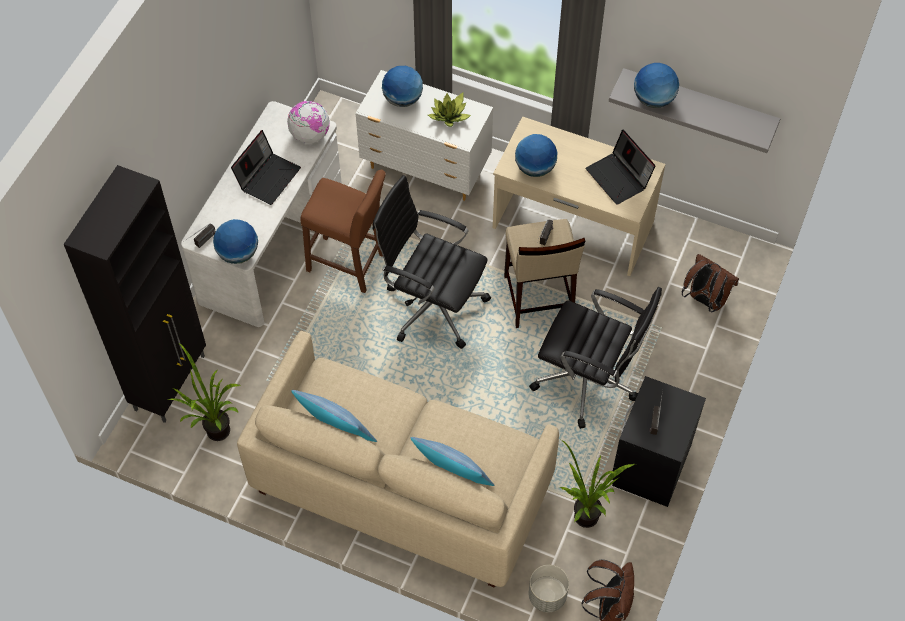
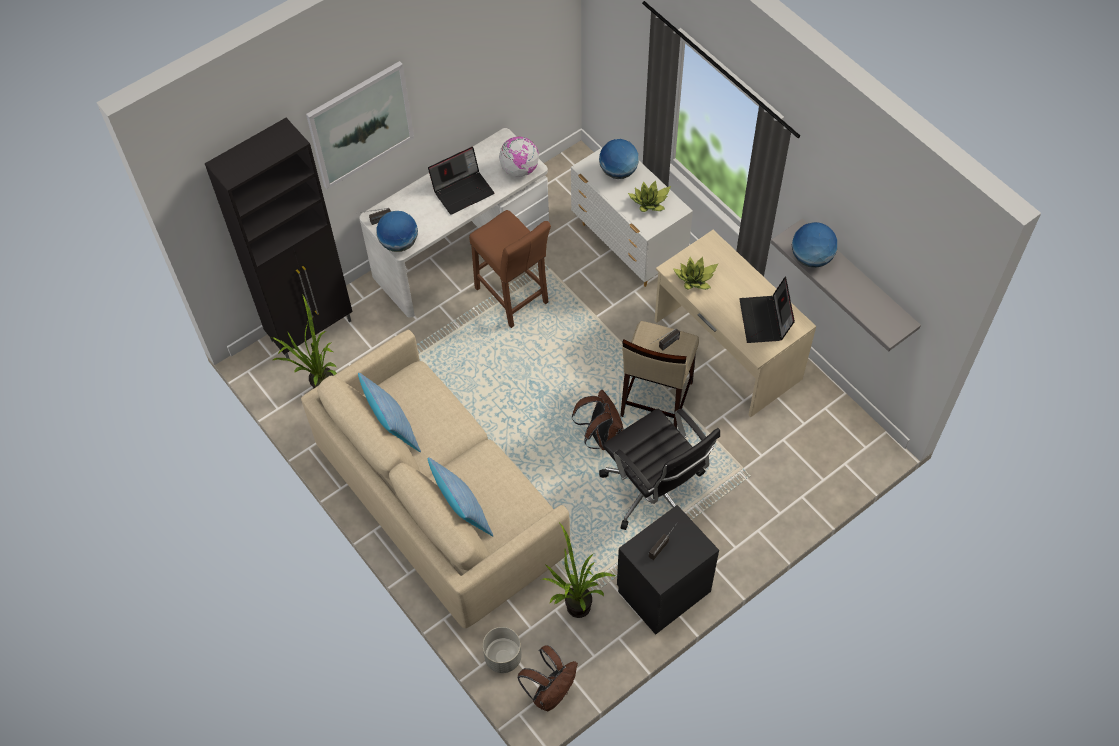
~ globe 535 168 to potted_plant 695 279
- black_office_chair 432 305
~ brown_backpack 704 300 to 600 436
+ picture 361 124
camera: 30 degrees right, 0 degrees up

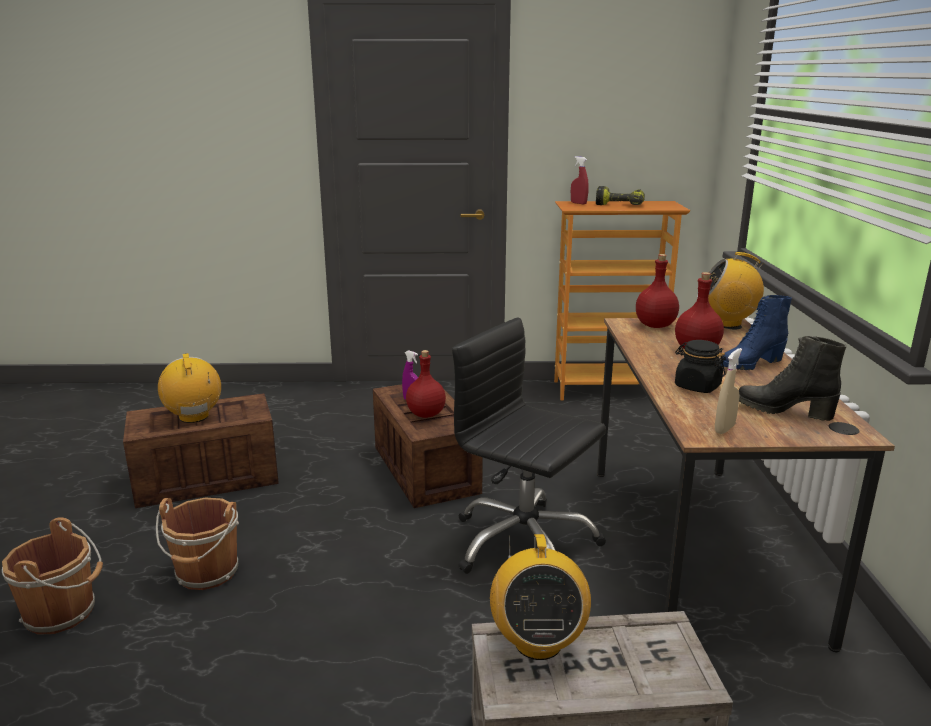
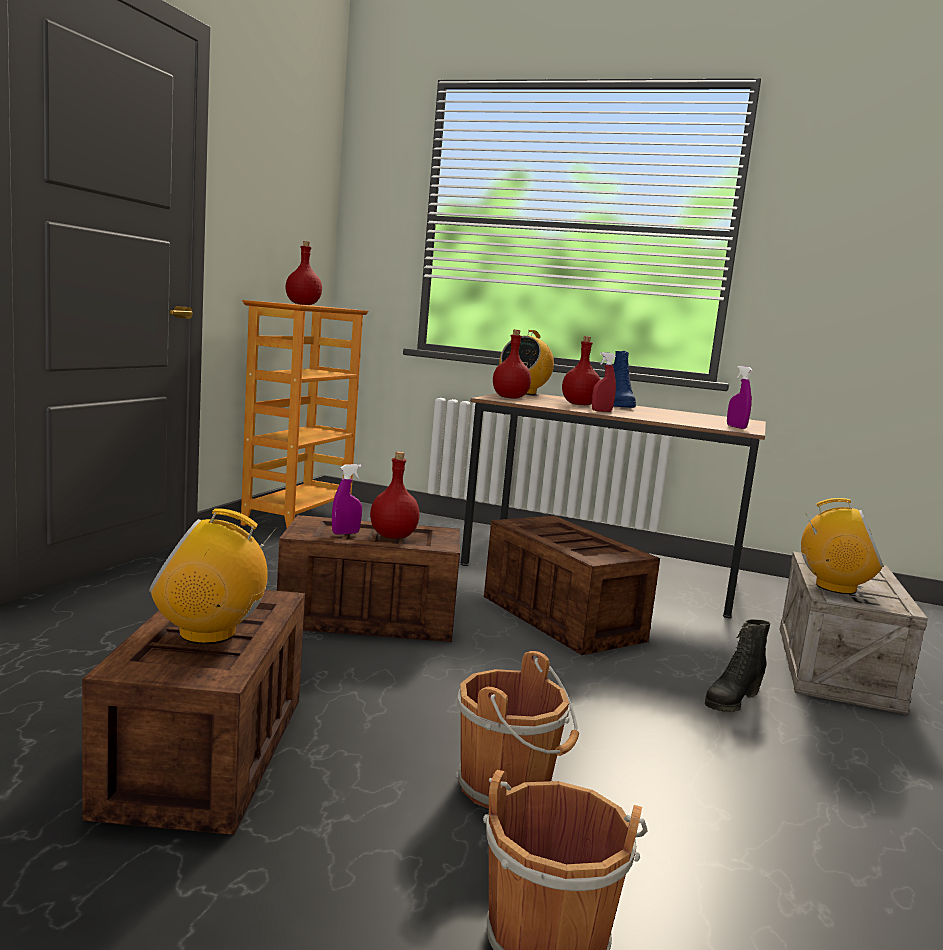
~ red_spray_bottle 578 203 to 601 411
~ power_drill 620 204 to red_bottle 303 304
~ black_office_chair 524 544 to crate 559 617
~ black_boot 783 410 to 731 701
- black_jar 697 386
~ beige_spray_bottle 724 429 to purple_spray_bottle 736 427
camera: 70 degrees left, 10 degrees down

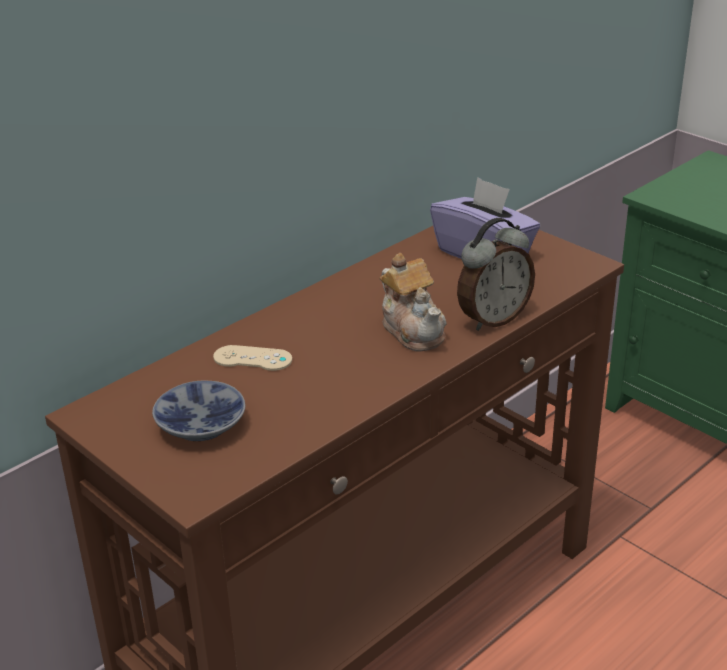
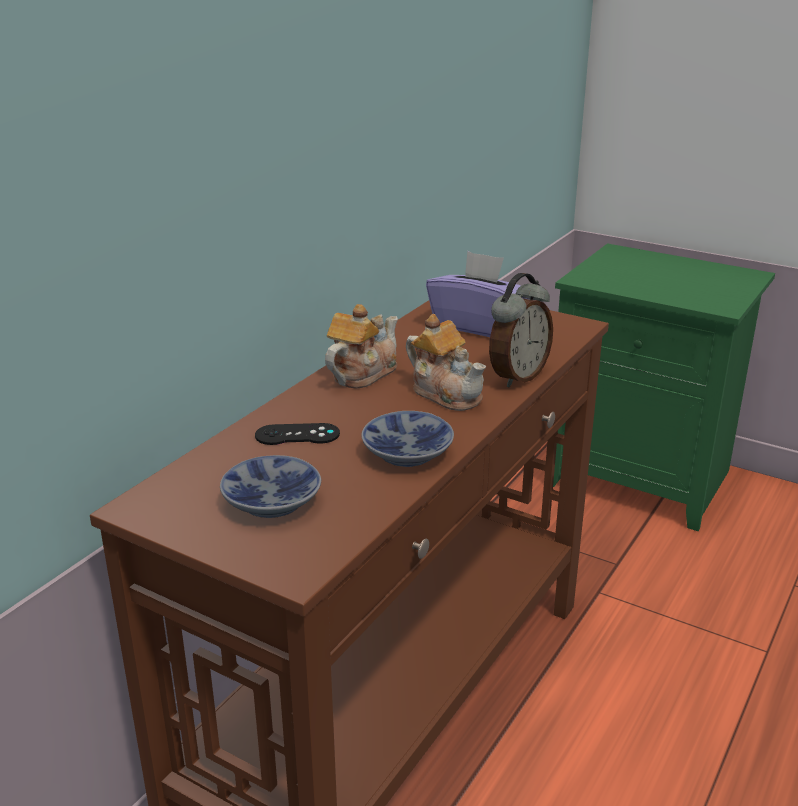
~ beige_game_controller 252 358 to black_game_controller 297 435
+ teapot 361 373
+ bowl 407 451
camera: 15 degrees left, 5 degrees down

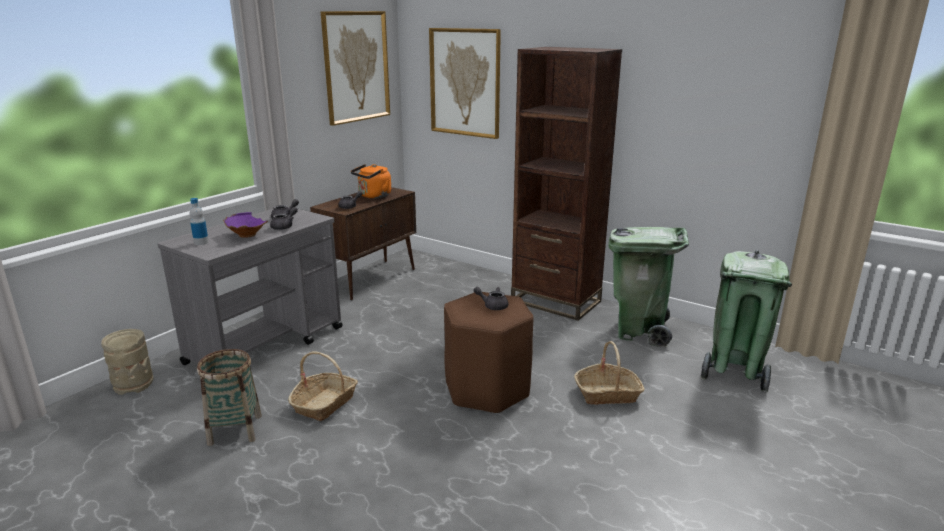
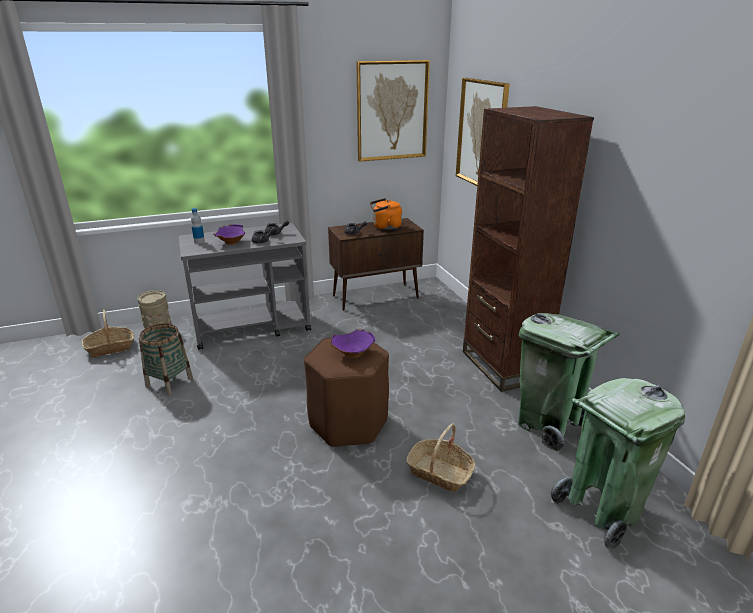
~ grey_teapot 492 306 to purple_bowl 352 353
~ basket 325 403 to 110 347
camera: 35 degrees right, 5 degrees up

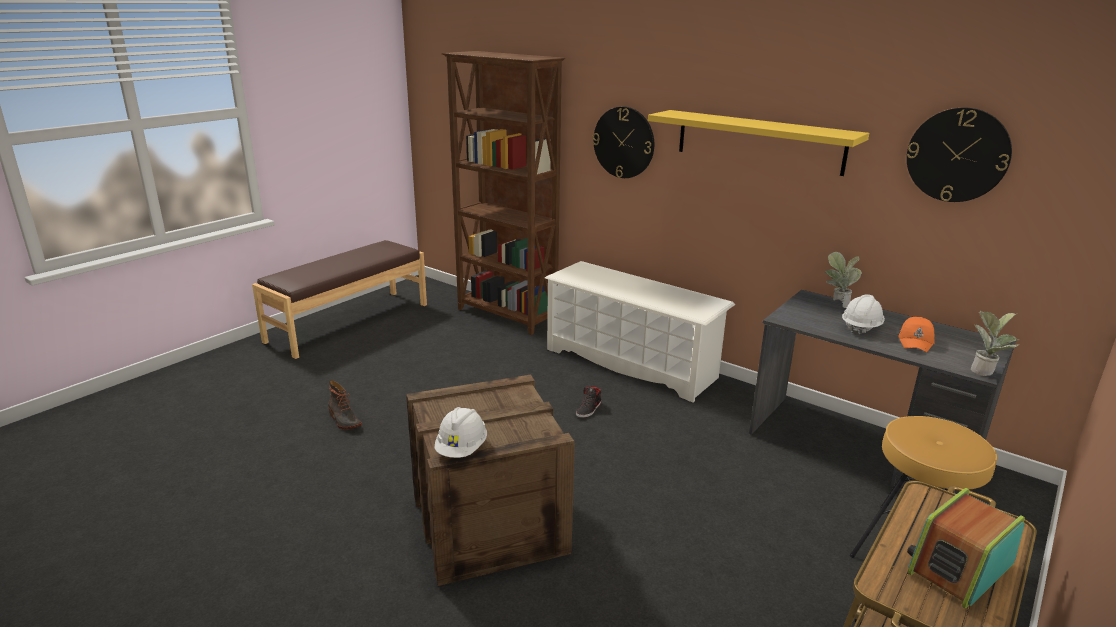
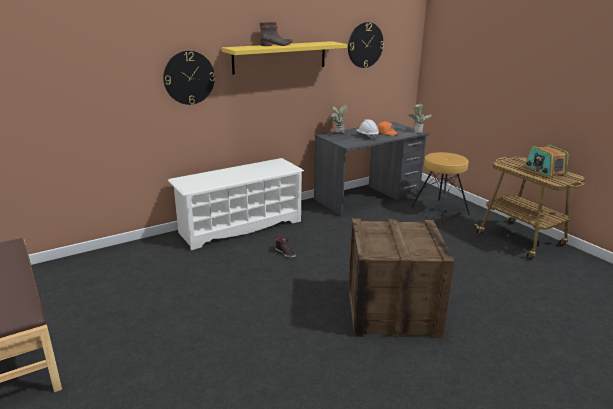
- brown_bookcase 506 316
~ boot 344 420 to 276 45
- white_hard_hat 462 449
camera: 70 degrees left, 0 degrees up

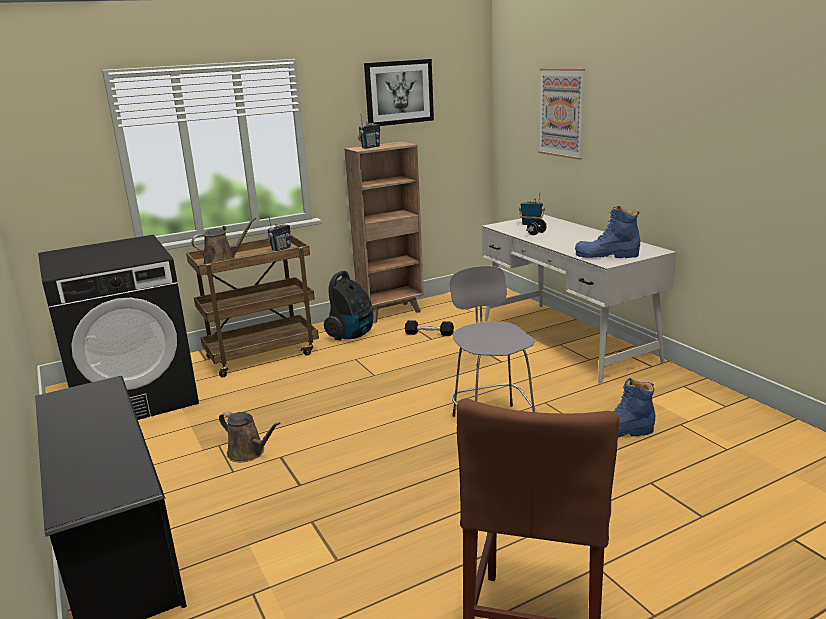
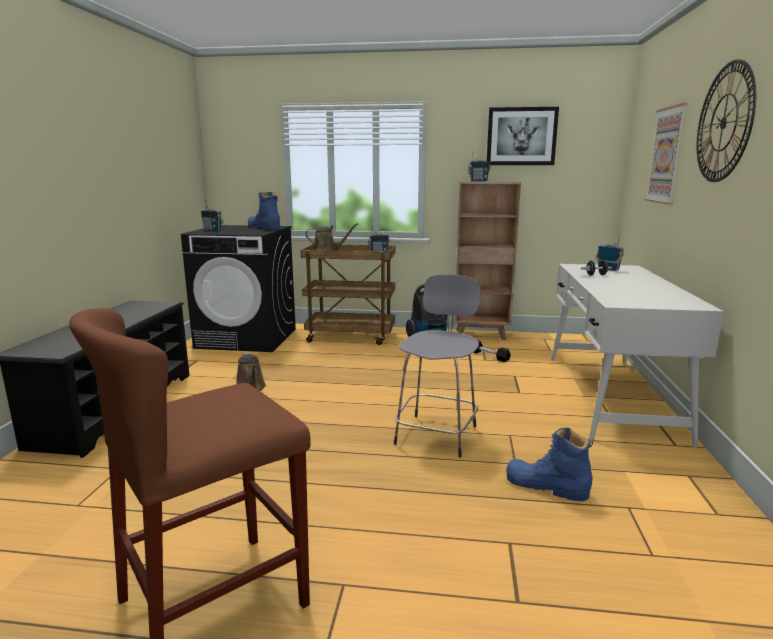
~ blue_boot 606 255 to 264 227
+ wall_clock 724 123
+ radio 212 230
camera: 35 degrees right, 5 degrees down

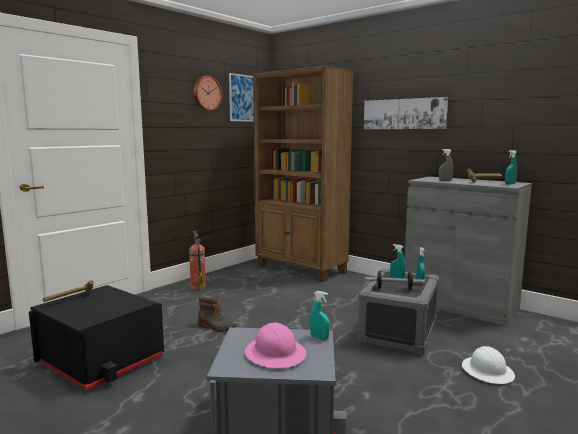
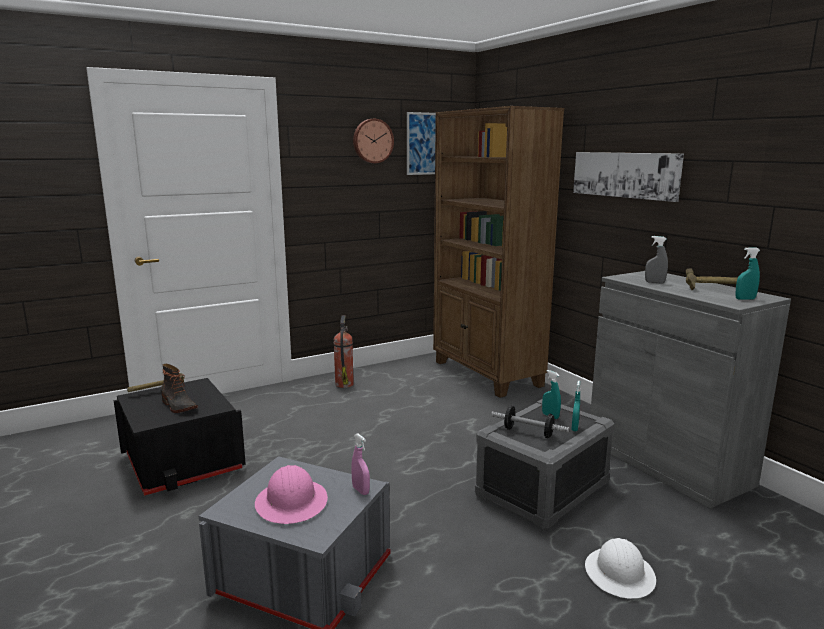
~ turquoise_spray_bottle 319 338 to pink_spray_bottle 360 490
~ boot 216 327 to 178 406
camera: 20 degrees right, 5 degrees up

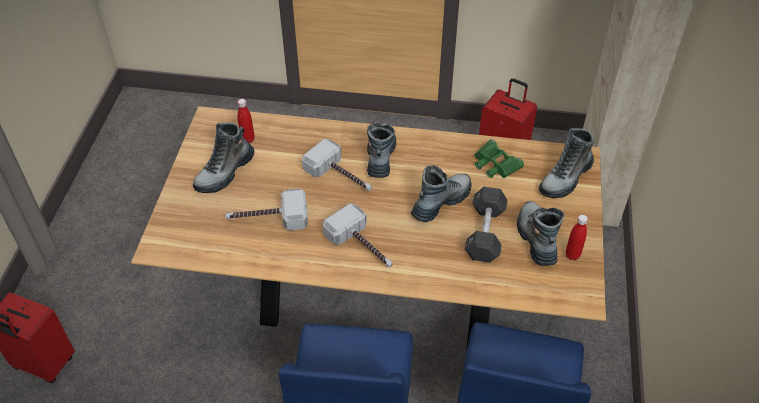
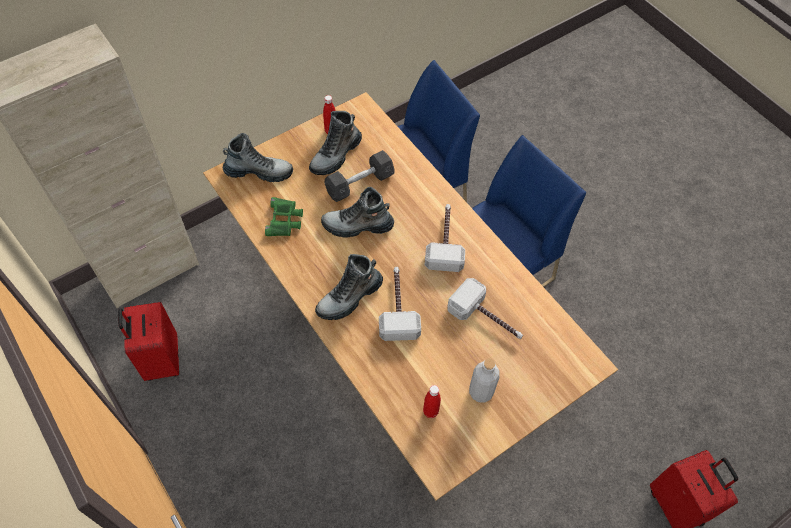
~ boot 225 173 to grey_bottle 481 392
camera: 135 degrees left, 10 degrees up

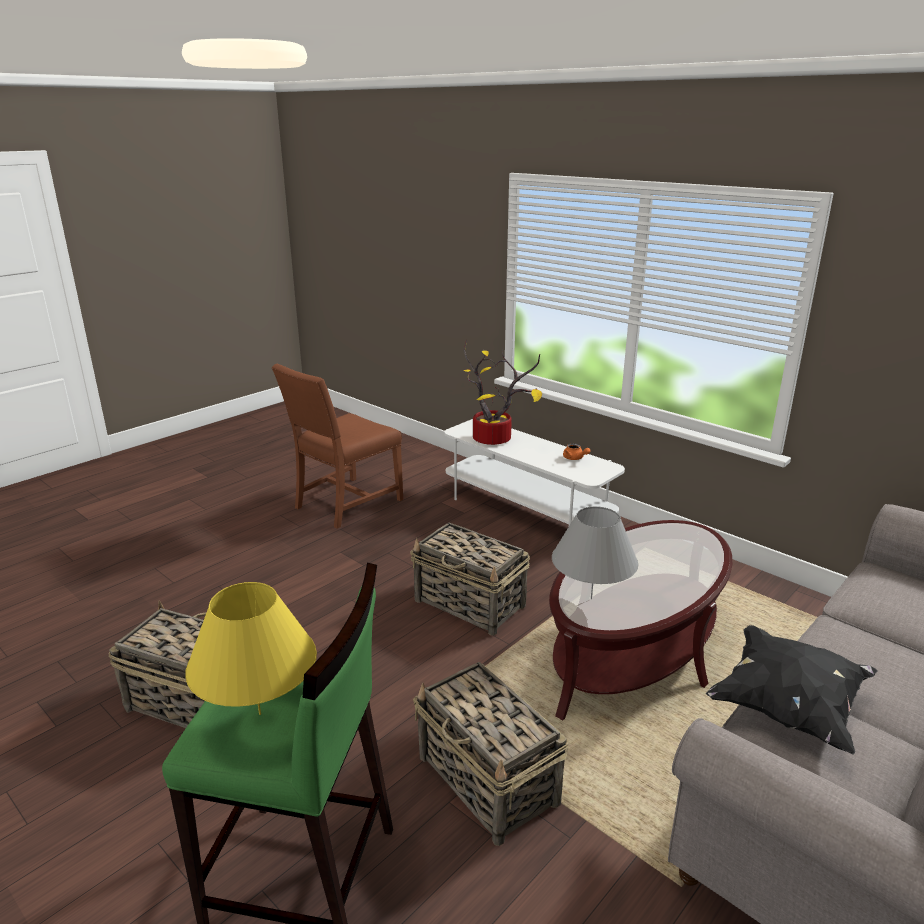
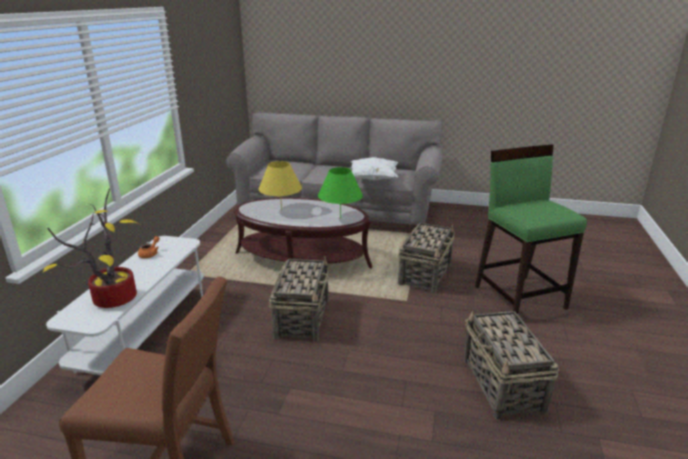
~ grey_table_lamp 591 598 to green_table_lamp 340 218
~ yellow_table_lamp 260 714 to 281 210
~ black_pillow 787 706 to white_pillow 373 179
camera: 120 degrees left, 0 degrees up

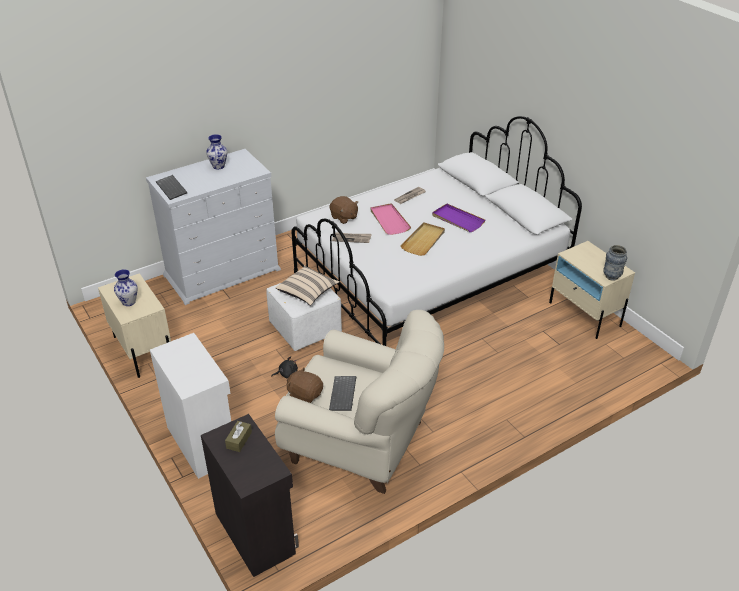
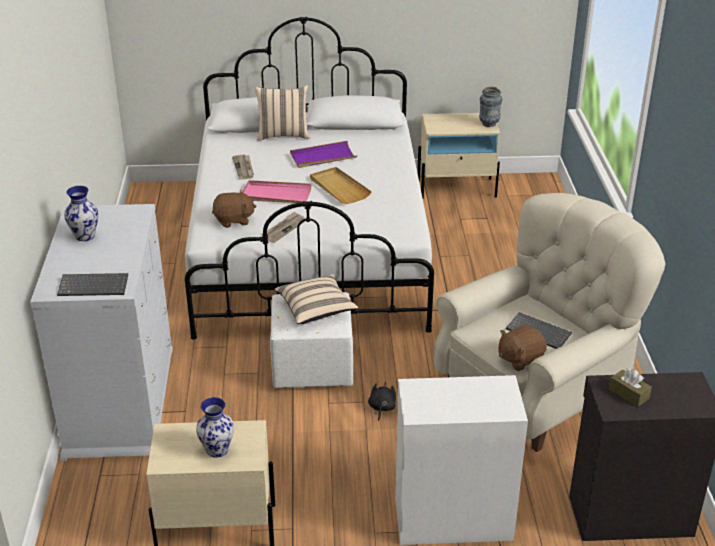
+ beige_pillow 283 135
camera: 60 degrees left, 5 degrees down

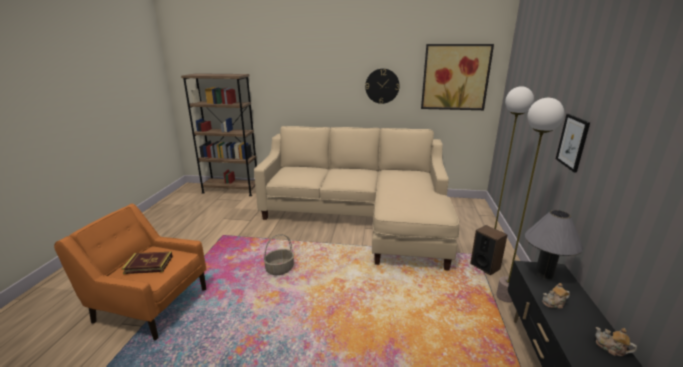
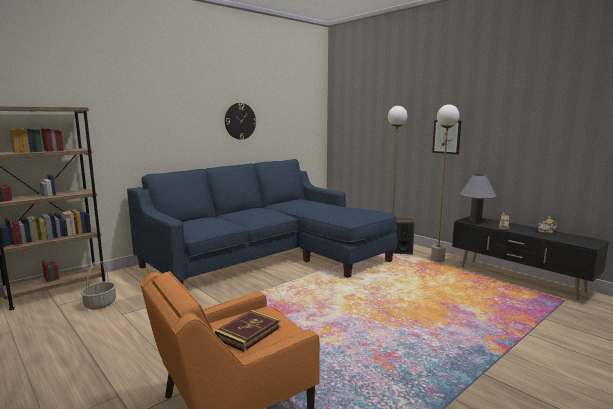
- picture 455 77
~ beige_sofa 362 216 to blue_sofa 269 257
~ basket 280 269 to 100 304
camera: 50 degrees left, 10 degrees down

